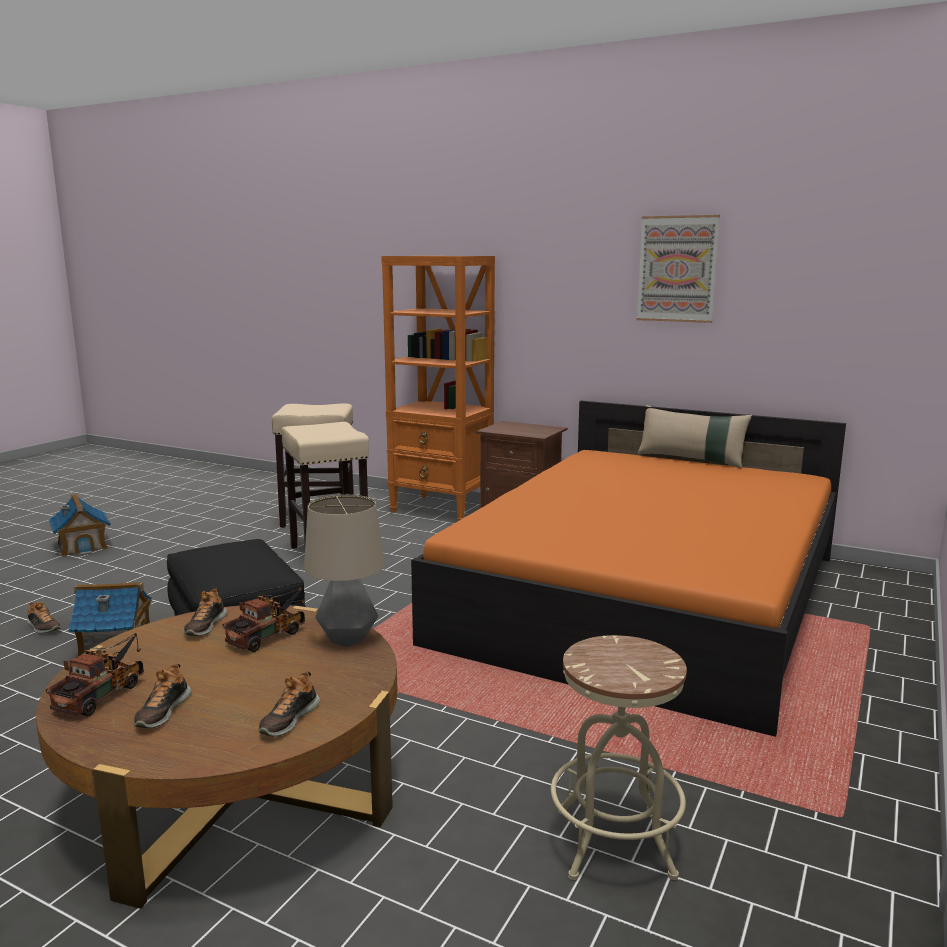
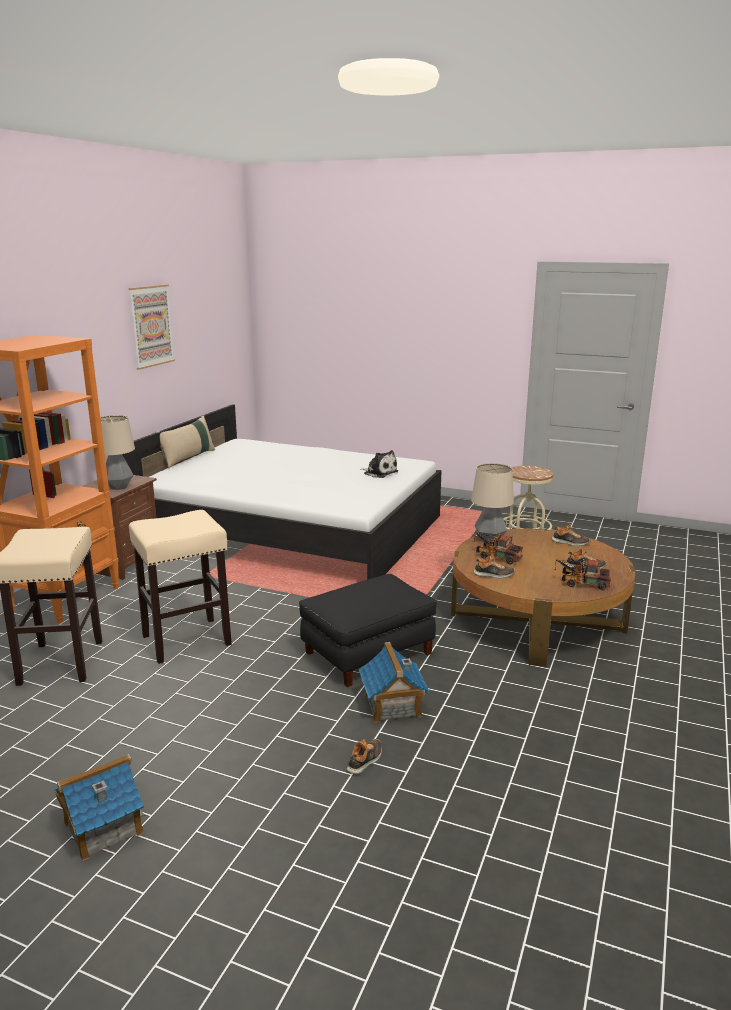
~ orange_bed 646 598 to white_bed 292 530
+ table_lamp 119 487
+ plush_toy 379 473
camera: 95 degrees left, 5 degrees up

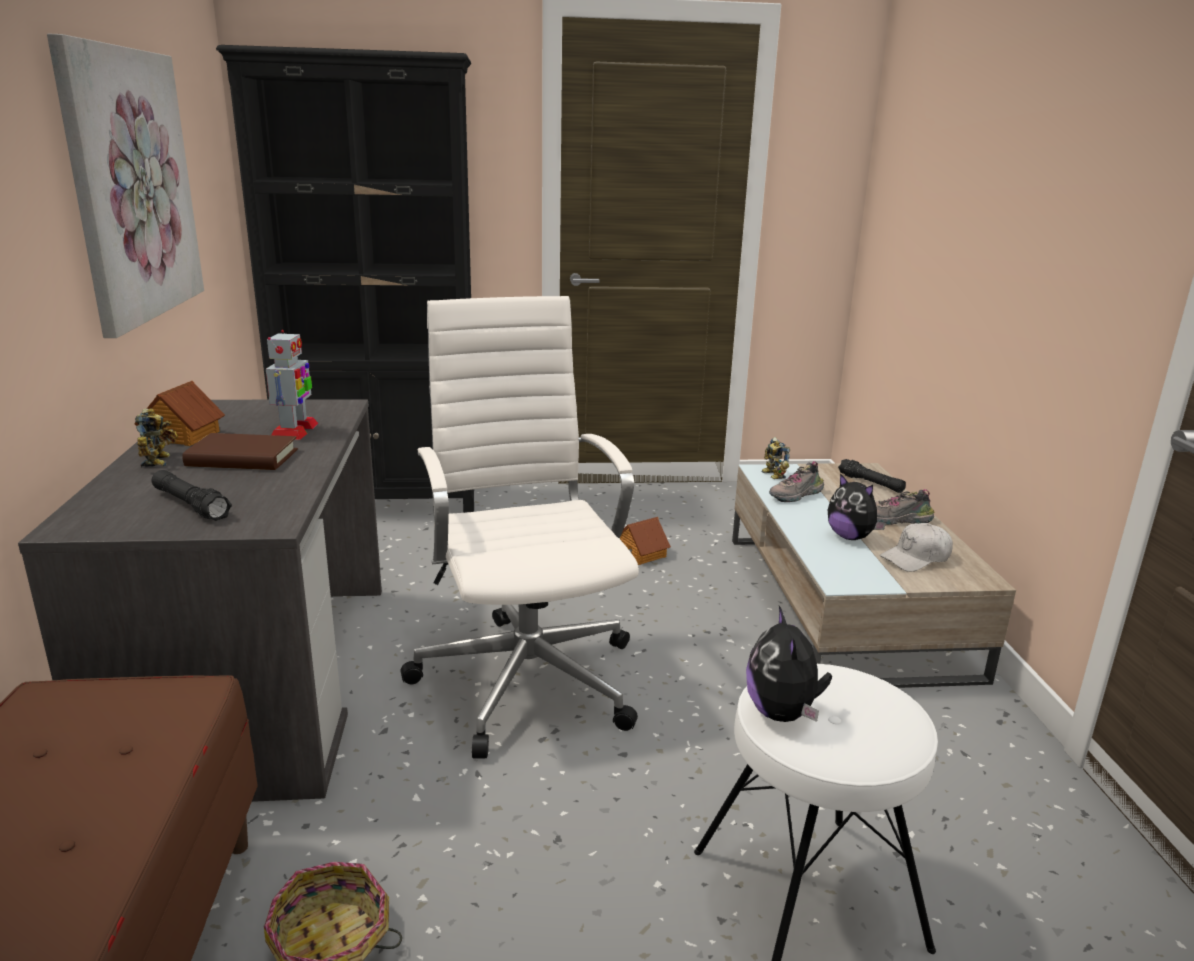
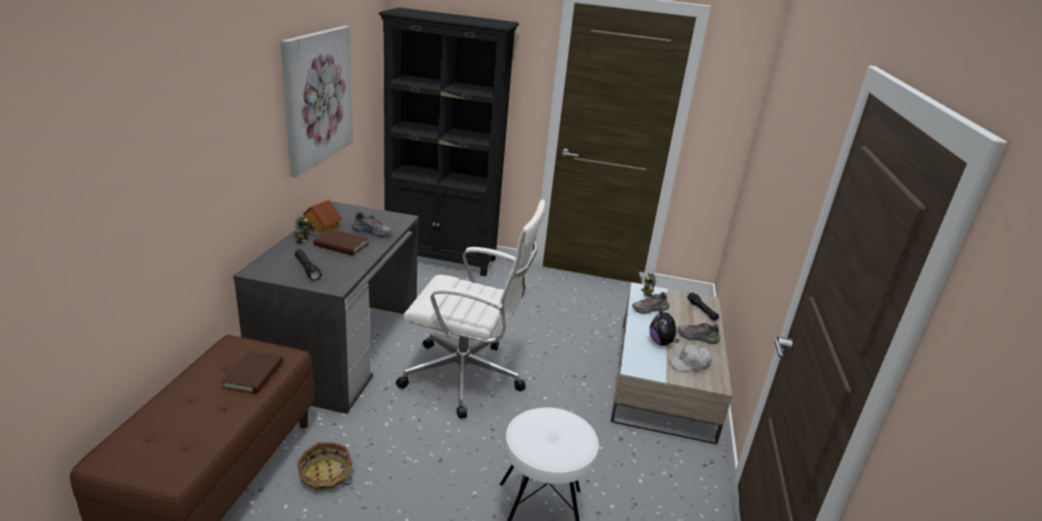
~ white_office_chair 527 676 = 466 378 105 degrees clockwise
~ toy_robot 294 431 to shoe 372 232
- toy_house 642 553
- plush_toy 783 713
+ brown_book 253 375
camera: 15 degrees right, 5 degrees up

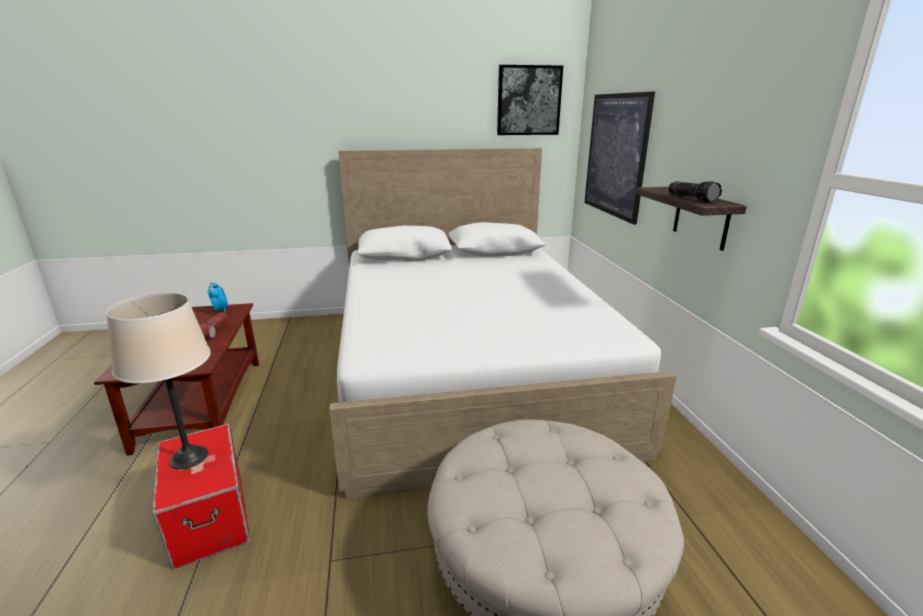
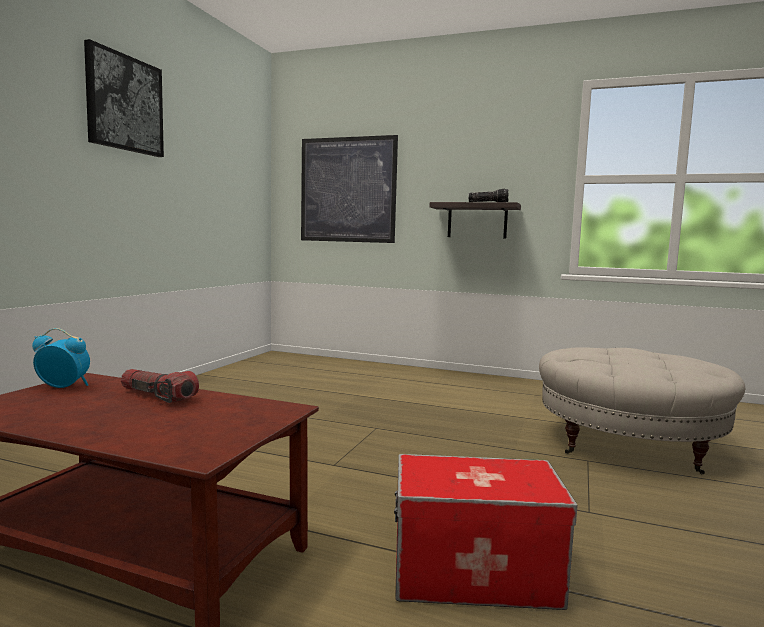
~ picture 528 100 to 124 103
- white_bed 468 368
- beige_table_lamp 189 457
camera: 60 degrees left, 15 degrees down

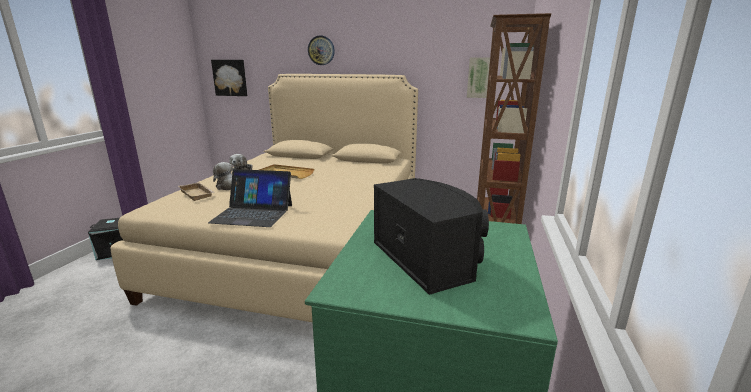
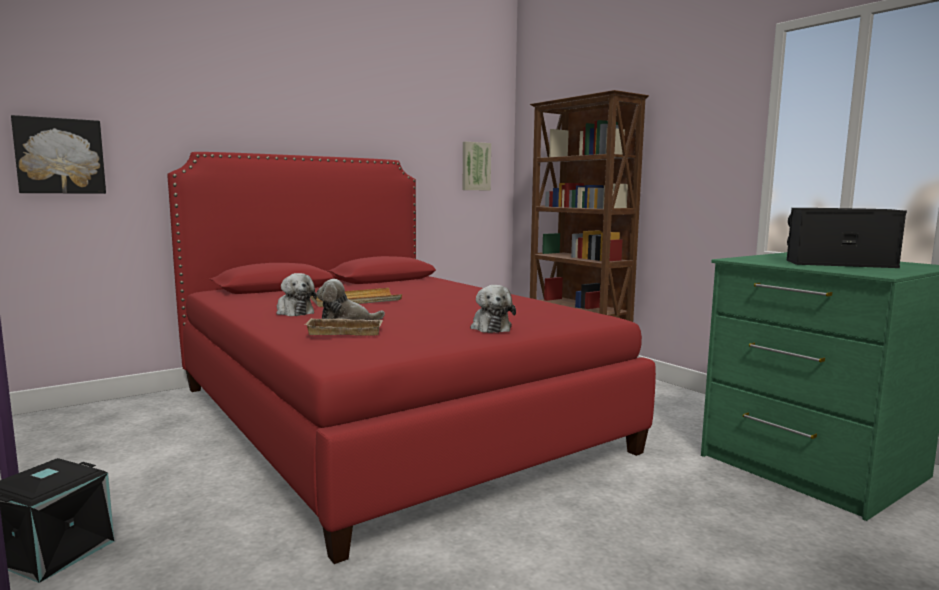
- wall_clock 321 50
~ beige_bed 303 245 to red_bed 385 417
~ laptop 253 213 to plush_toy 490 327
camera: 50 degrees left, 10 degrees down

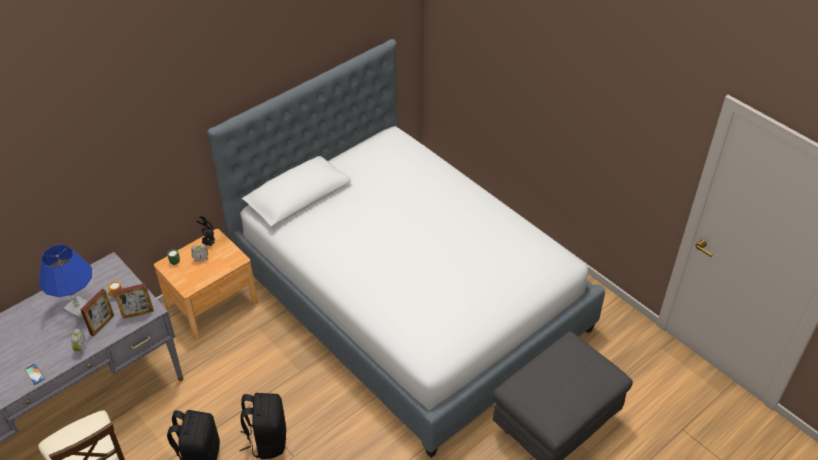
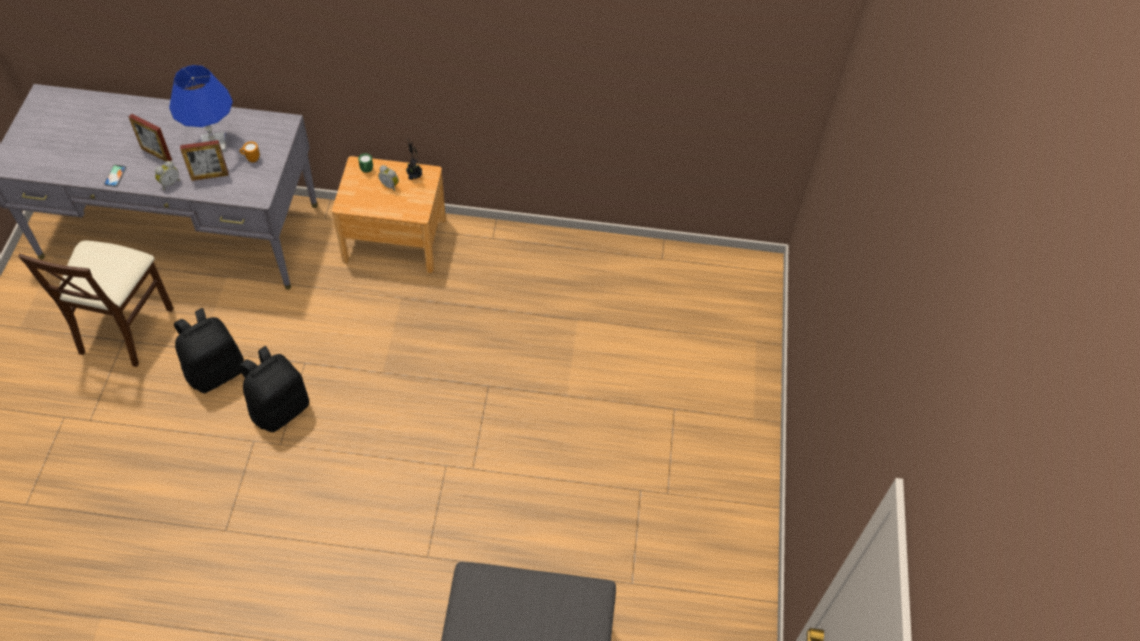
- bed 408 297
~ picture_frame 138 313 to 156 154
camera: 45 degrees right, 10 degrees up

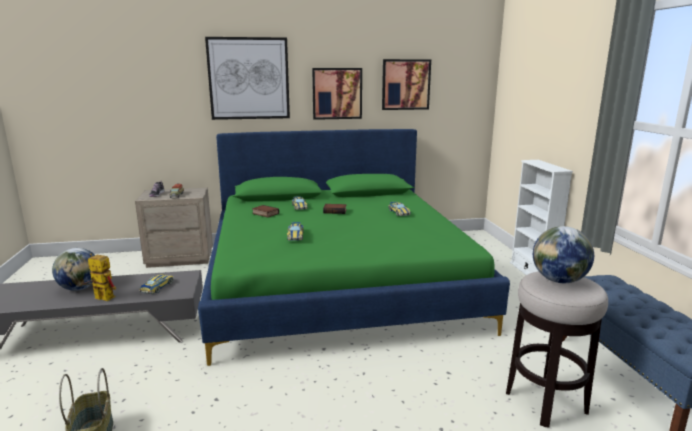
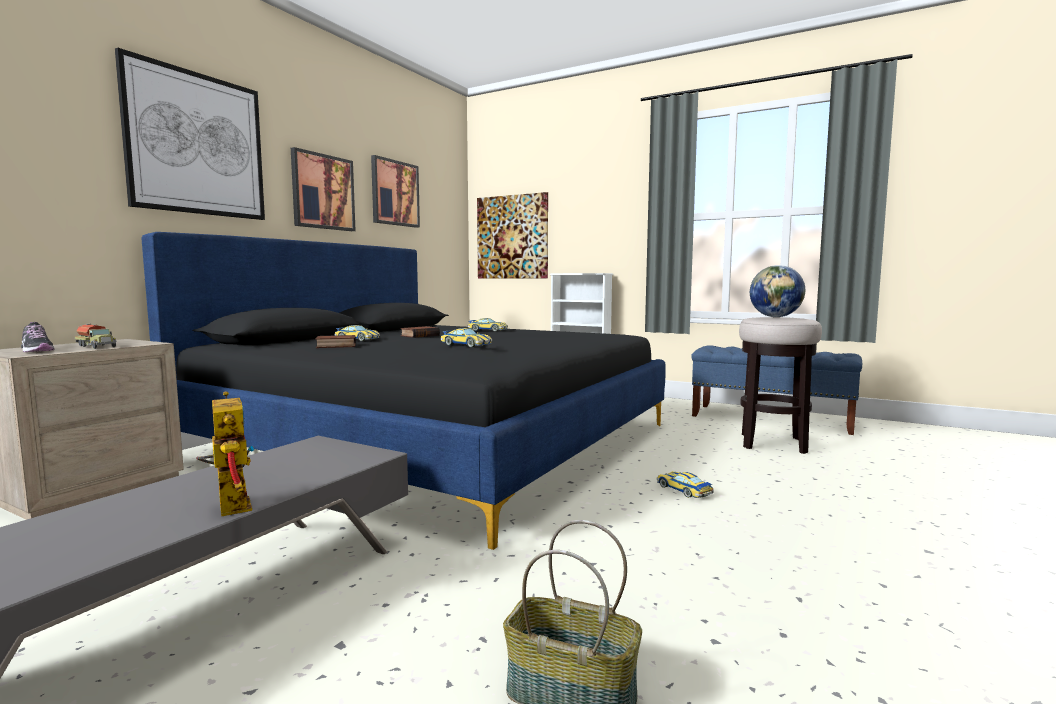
~ green_bed 336 282 to black_bed 435 439
- globe 80 288
~ toy_robot 100 297 = 229 504 90 degrees clockwise
~ toy_car 157 287 to 684 490
+ picture 512 237
camera: 50 degrees left, 10 degrees down

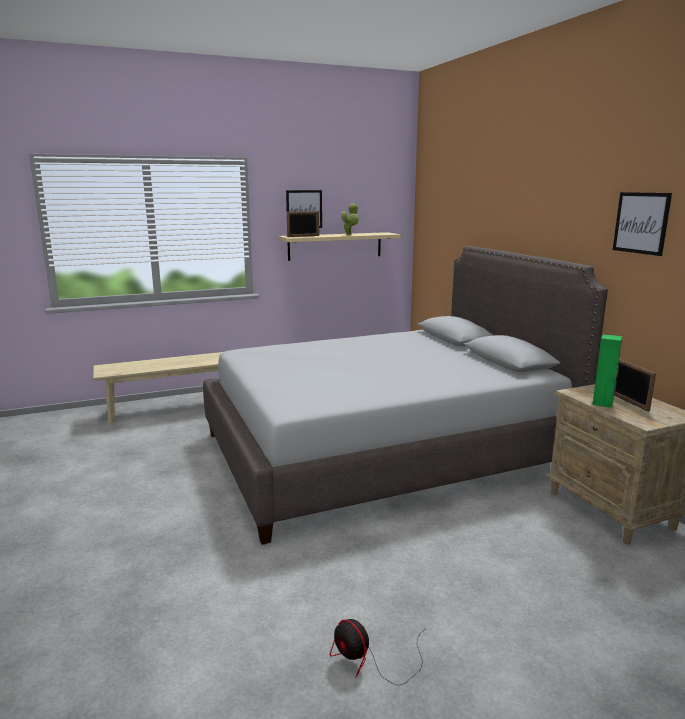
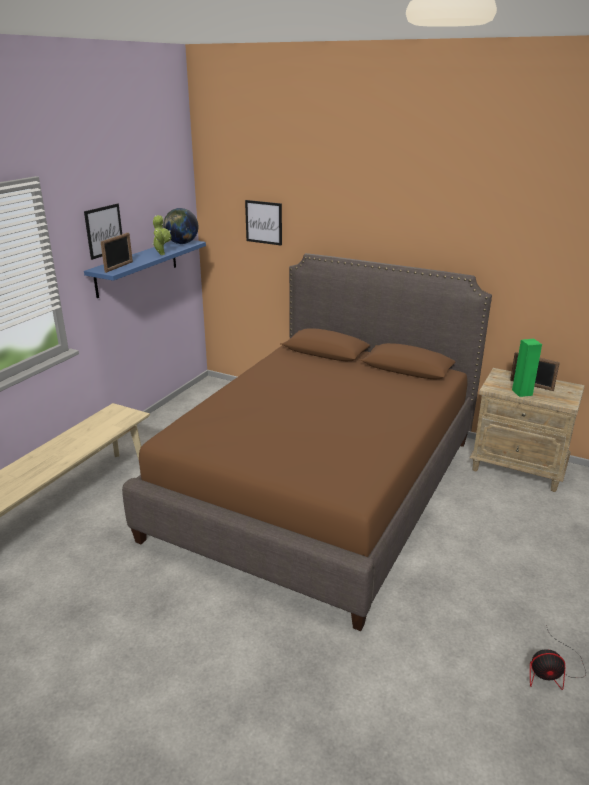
~ picture 641 223 to 264 222
~ beige_shelf 335 246 to blue_shelf 137 267
~ grey_bed 383 452 to brown_bed 320 486
+ globe 182 243
camera: 40 degrees left, 10 degrees up

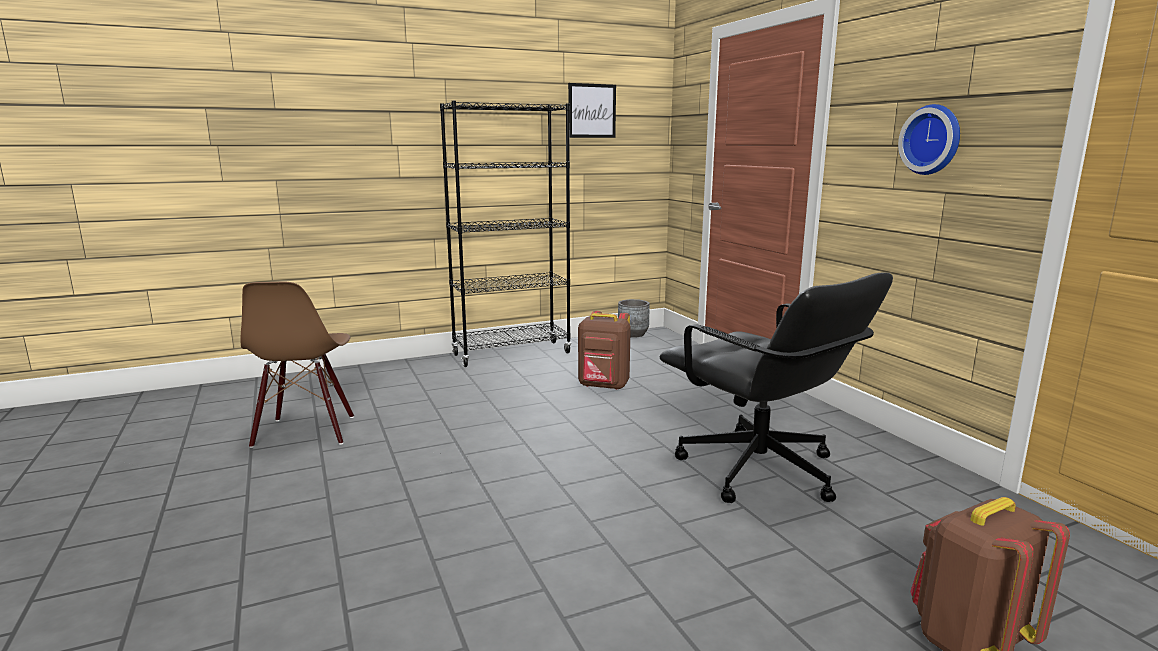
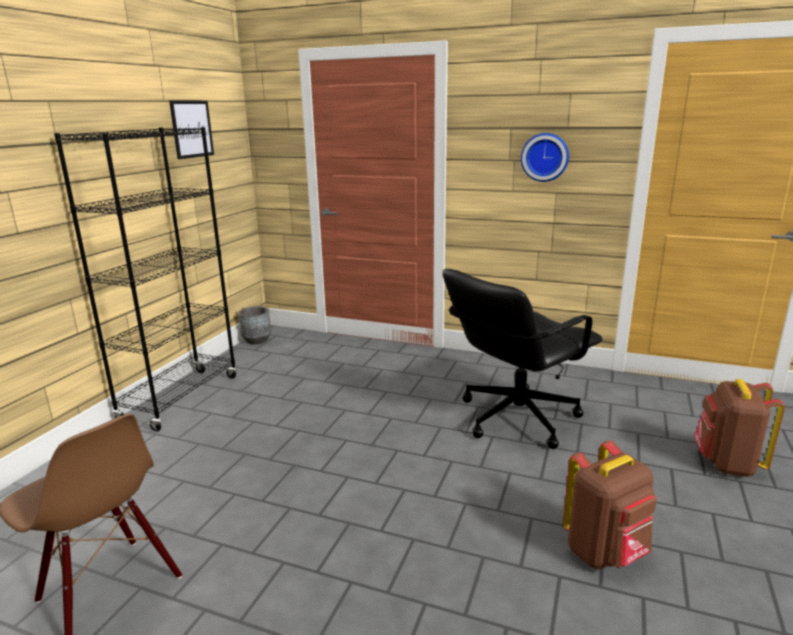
~ black_office_chair 759 471 = 516 417 135 degrees clockwise
~ brown_backpack 603 386 to 605 552
camera: 45 degrees left, 5 degrees up

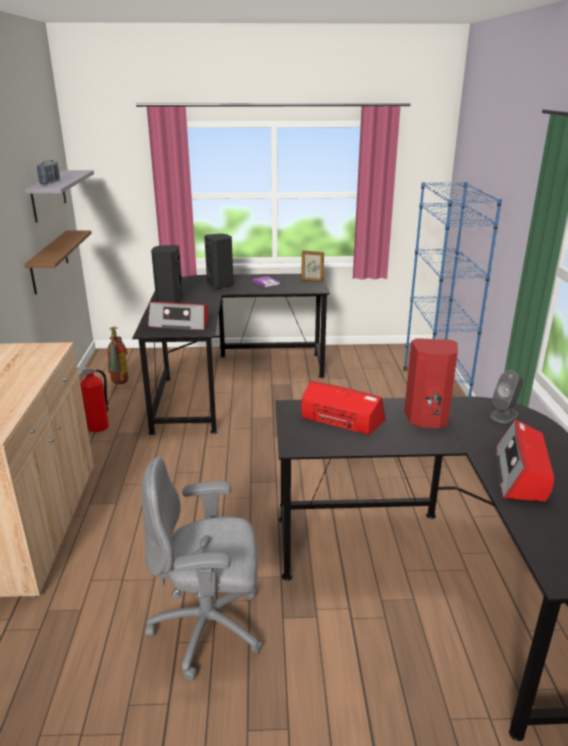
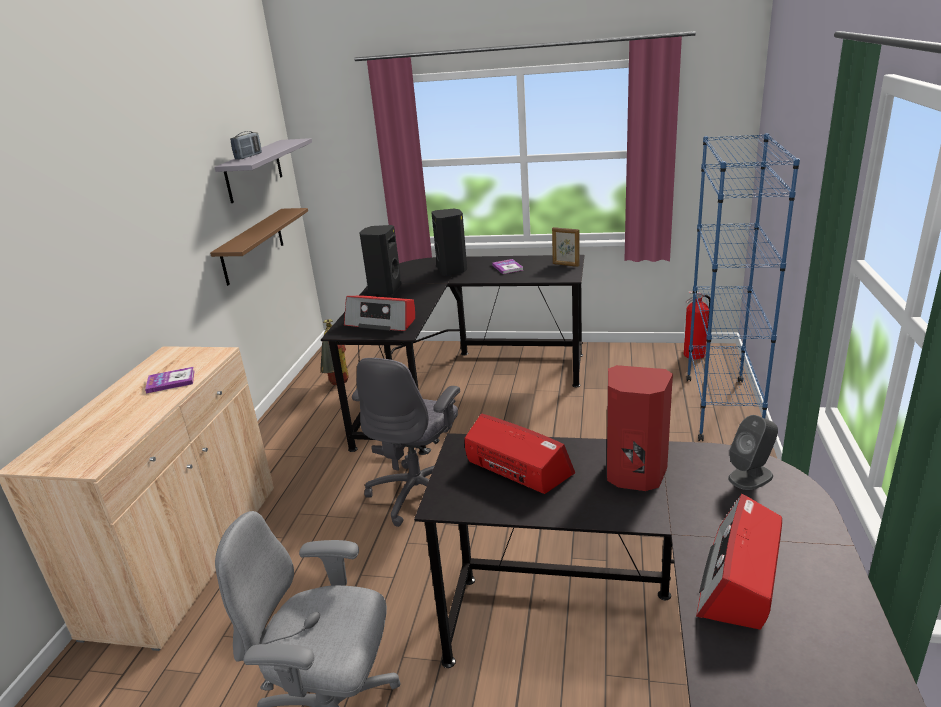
~ fire_extinguisher 99 427 to 695 355
+ grey_office_chair 418 492
+ book 171 381
camera: 15 degrees right, 0 degrees up

